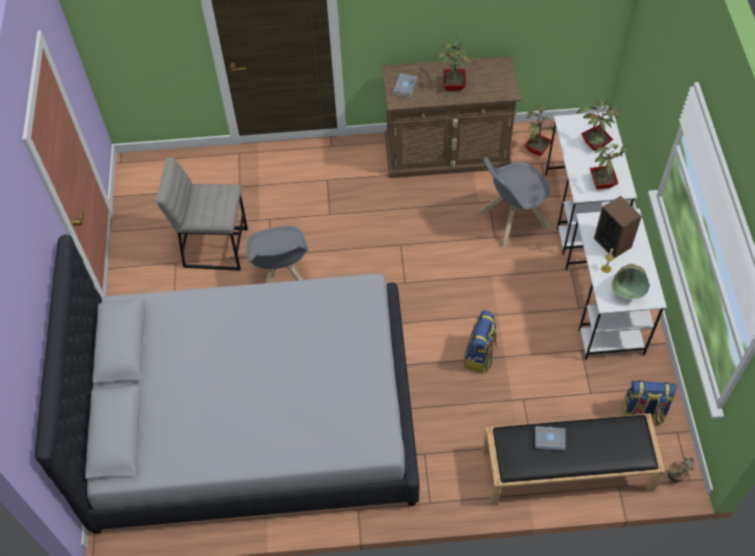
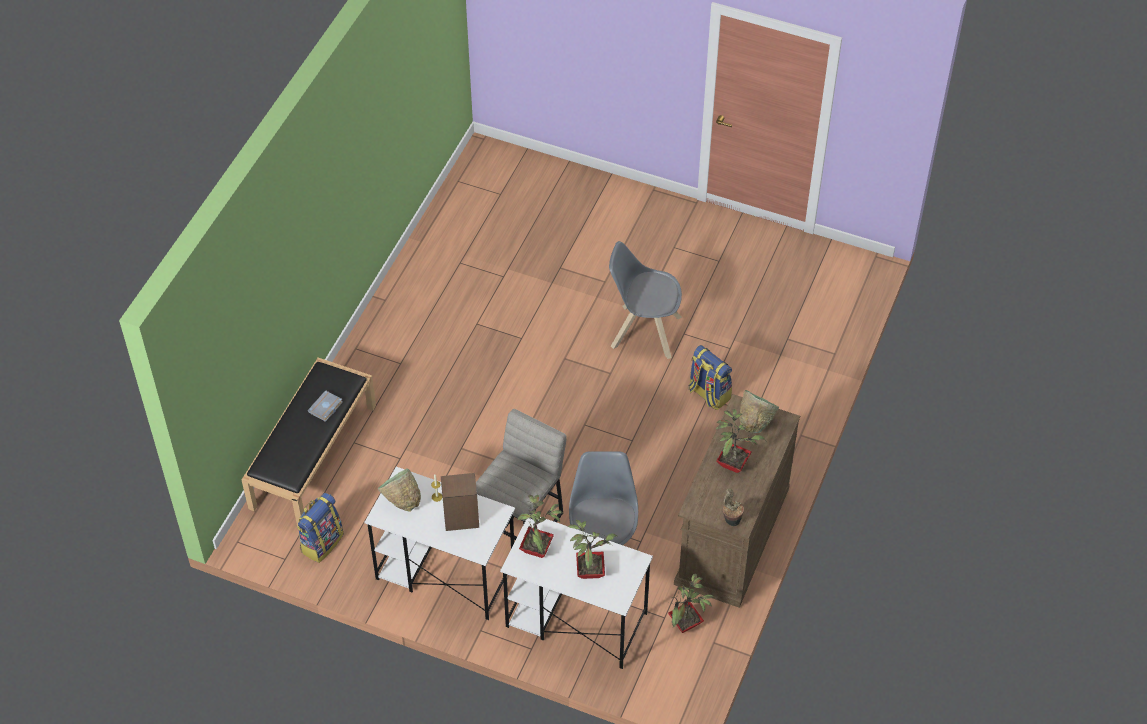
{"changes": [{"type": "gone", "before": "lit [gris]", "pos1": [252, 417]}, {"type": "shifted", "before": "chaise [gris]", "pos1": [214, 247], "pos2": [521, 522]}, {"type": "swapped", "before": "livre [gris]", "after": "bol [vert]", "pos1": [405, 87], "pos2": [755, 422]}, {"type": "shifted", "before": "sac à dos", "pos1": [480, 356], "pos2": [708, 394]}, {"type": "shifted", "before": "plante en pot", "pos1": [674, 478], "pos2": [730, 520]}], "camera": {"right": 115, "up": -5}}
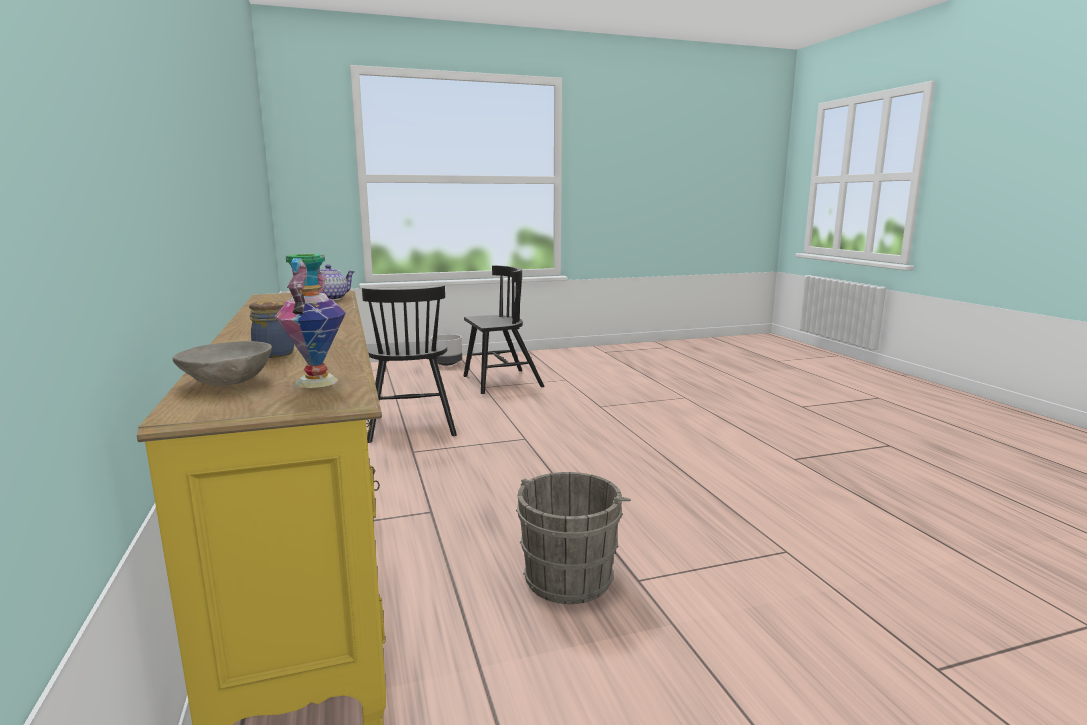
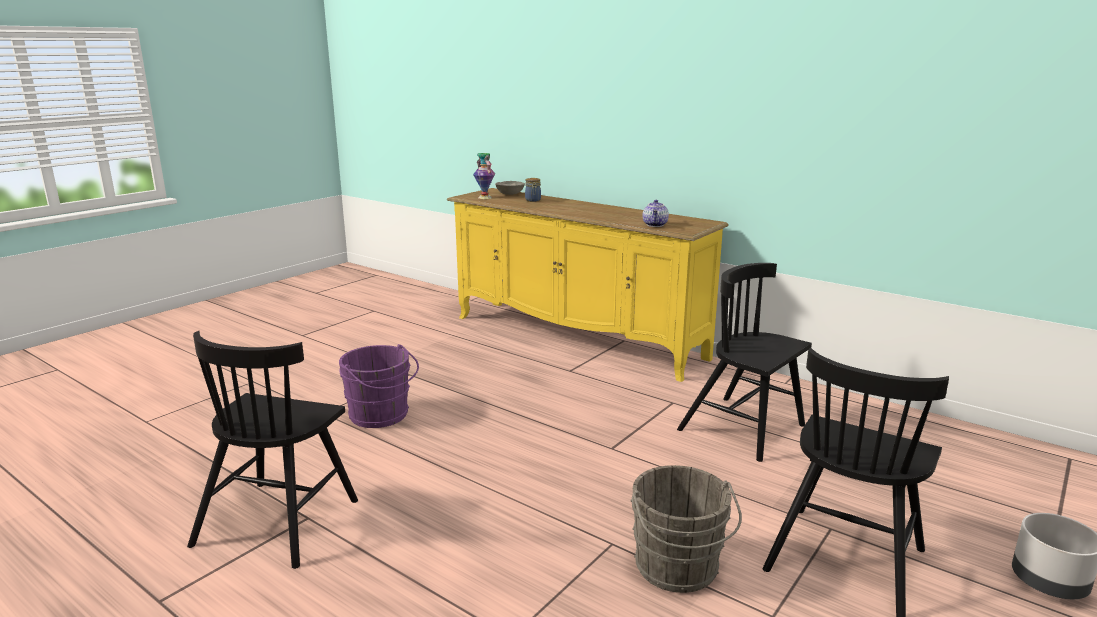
{"changes": [{"type": "shifted", "before": "seau [gris]", "pos1": [571, 575], "pos2": [678, 570]}, {"type": "new", "after": "chaise [noir]", "pos2": [281, 517]}, {"type": "new", "after": "seau [violet]", "pos2": [381, 416]}], "camera": {"right": 145, "up": 5}}
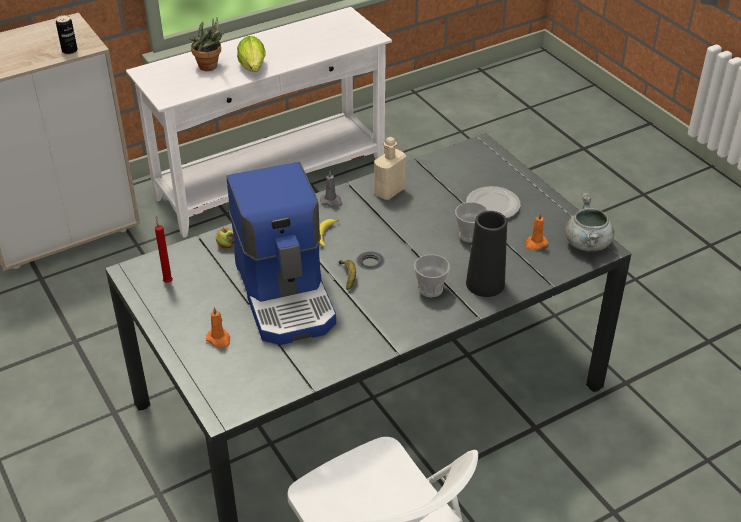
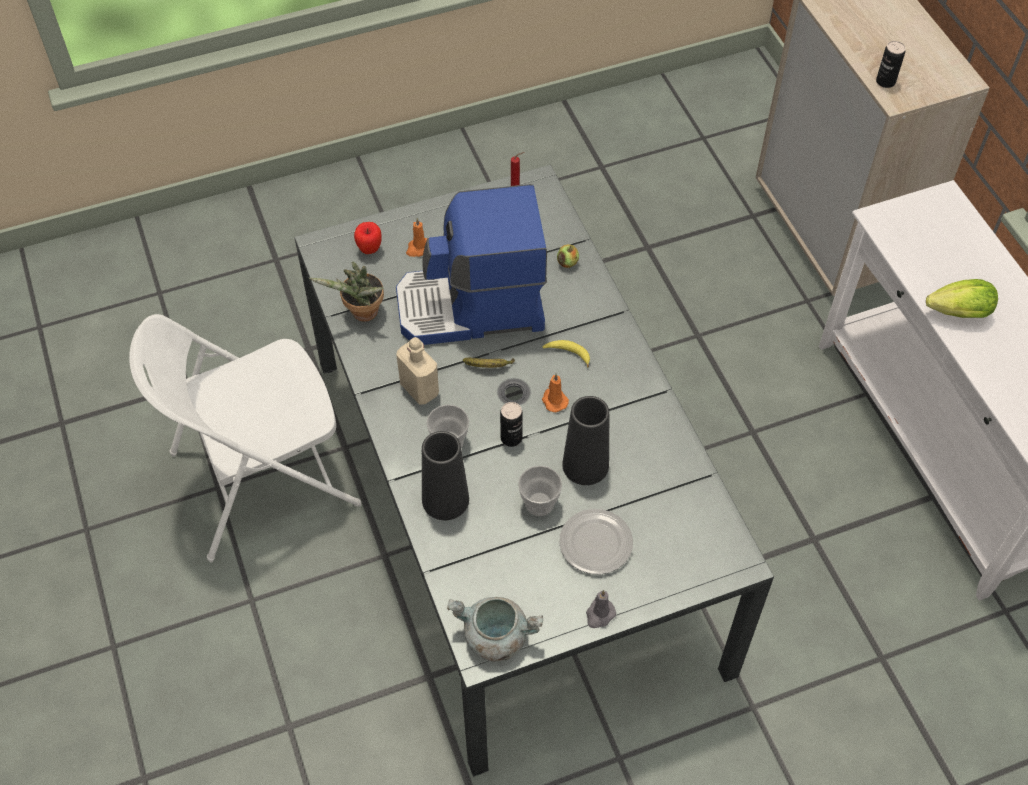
{"changes": [{"type": "shifted", "before": "plante en pot", "pos1": [210, 67], "pos2": [362, 314]}, {"type": "shifted", "before": "bougie [gris]", "pos1": [331, 201], "pos2": [599, 615]}, {"type": "shifted", "before": "bouteille [beige]", "pos1": [389, 191], "pos2": [419, 389]}, {"type": "shifted", "before": "bougie [orange]", "pos1": [535, 244], "pos2": [554, 400]}, {"type": "new", "after": "pomme", "pos2": [369, 250]}, {"type": "new", "after": "boîte métallique", "pos2": [511, 438]}, {"type": "new", "after": "vase [noir]", "pos2": [585, 465]}], "camera": {"right": 100, "up": 15}}
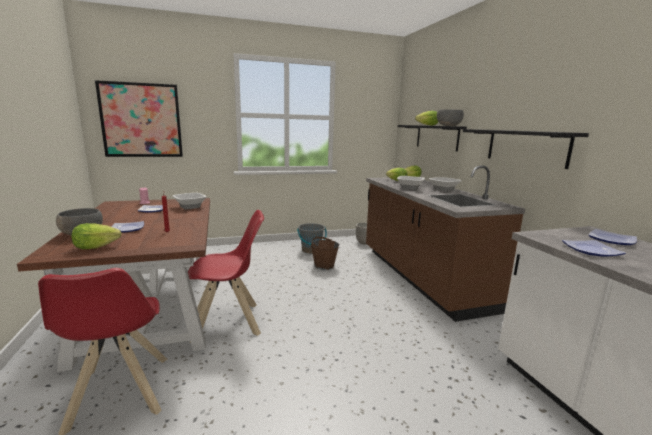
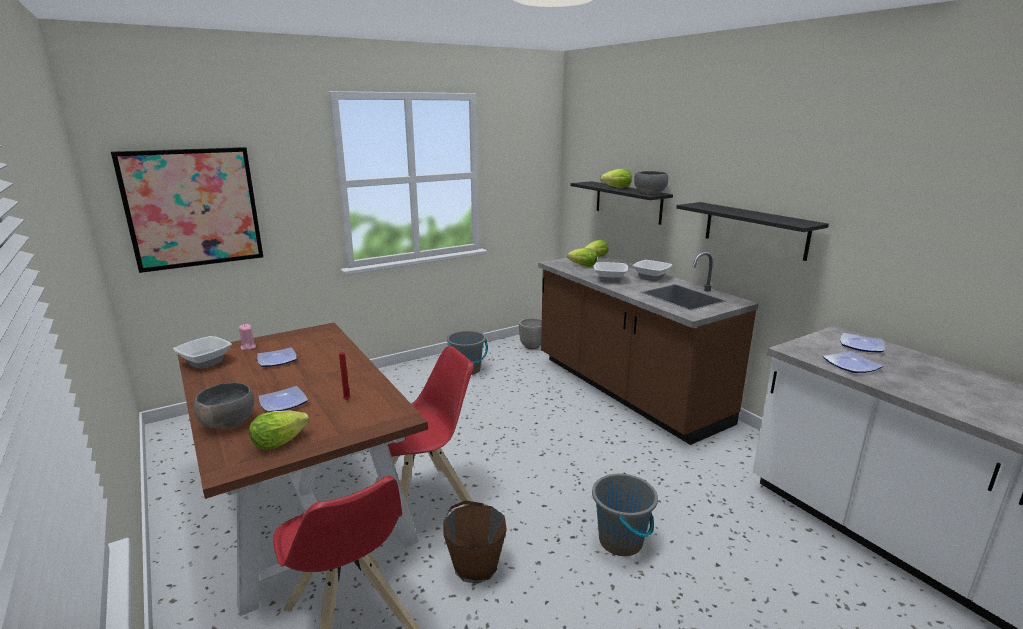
{"changes": [{"type": "shifted", "before": "bol", "pos1": [190, 207], "pos2": [206, 362]}, {"type": "shifted", "before": "seau [marron]", "pos1": [324, 266], "pos2": [475, 566]}, {"type": "new", "after": "seau [gris]", "pos2": [621, 541]}], "camera": {"right": -15, "up": 5}}
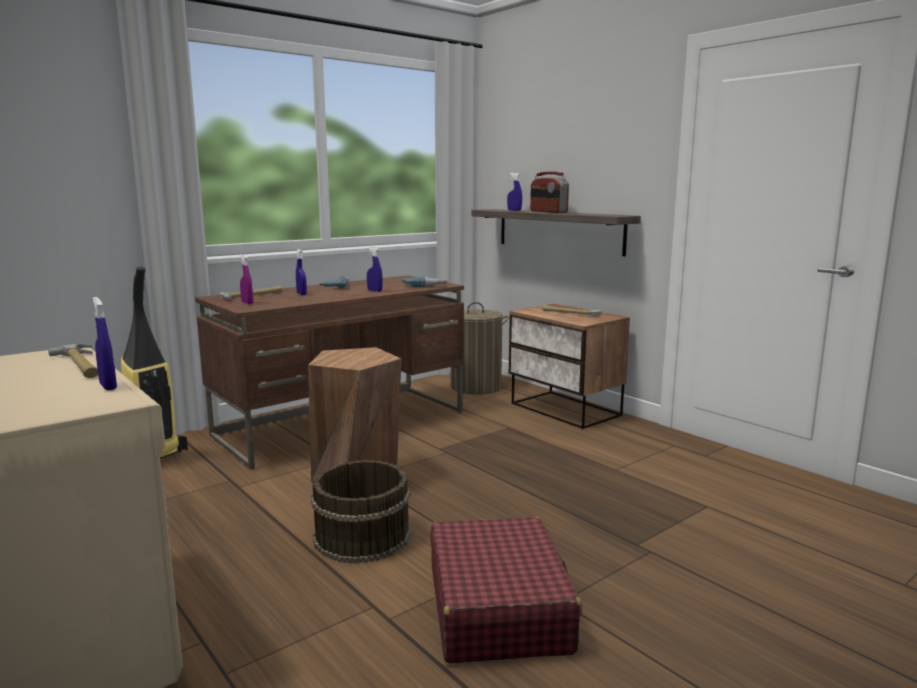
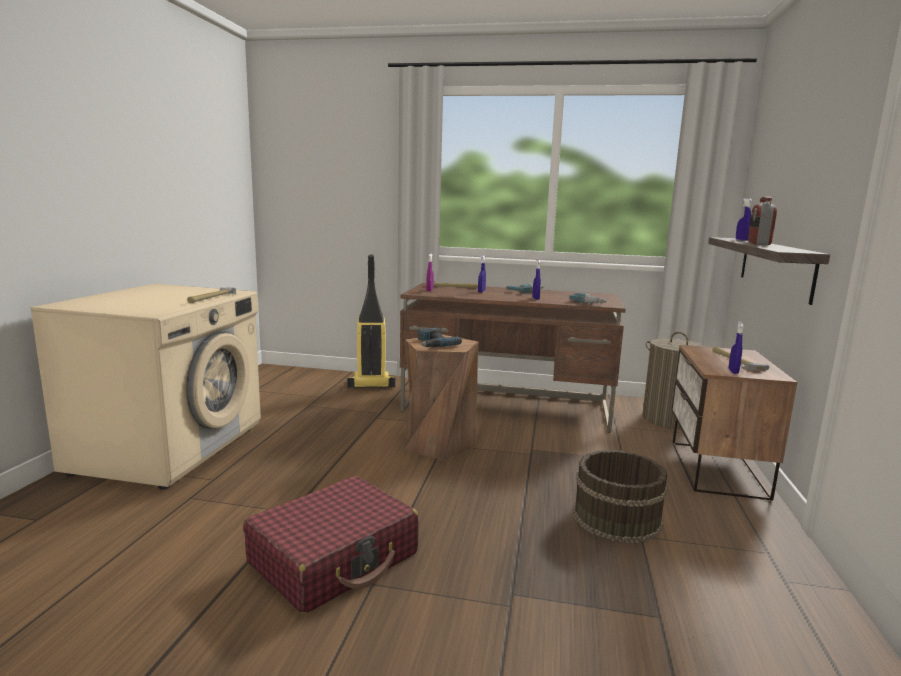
{"changes": [{"type": "shifted", "before": "vaporisateur [bleu]", "pos1": [108, 386], "pos2": [733, 371]}, {"type": "shifted", "before": "seau [marron]", "pos1": [361, 536], "pos2": [616, 517]}, {"type": "new", "after": "perceuse", "pos2": [433, 343]}], "camera": {"right": 50, "up": 0}}
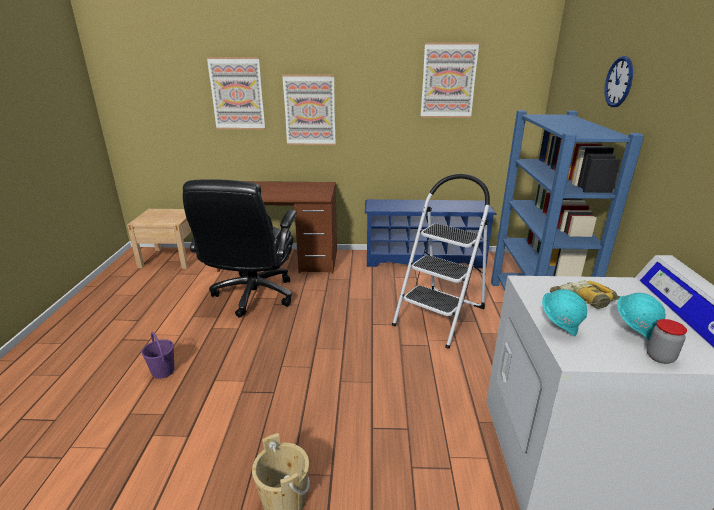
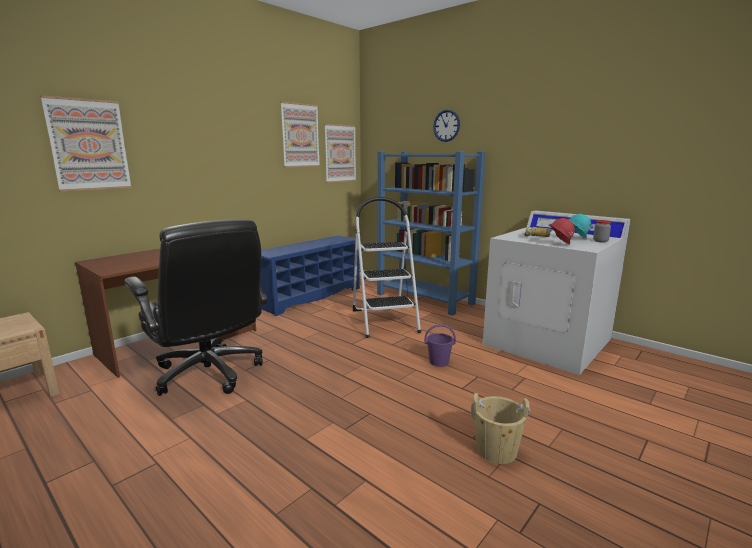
{"changes": [{"type": "shifted", "before": "seau [violet]", "pos1": [163, 371], "pos2": [439, 362]}, {"type": "shifted", "before": "tableau", "pos1": [310, 110], "pos2": [340, 153]}, {"type": "repainted", "before": "casque de chantier [turquoise]", "after": "casque de chantier [rouge]", "pos1": [559, 328], "pos2": [559, 244]}], "camera": {"right": -50, "up": -10}}
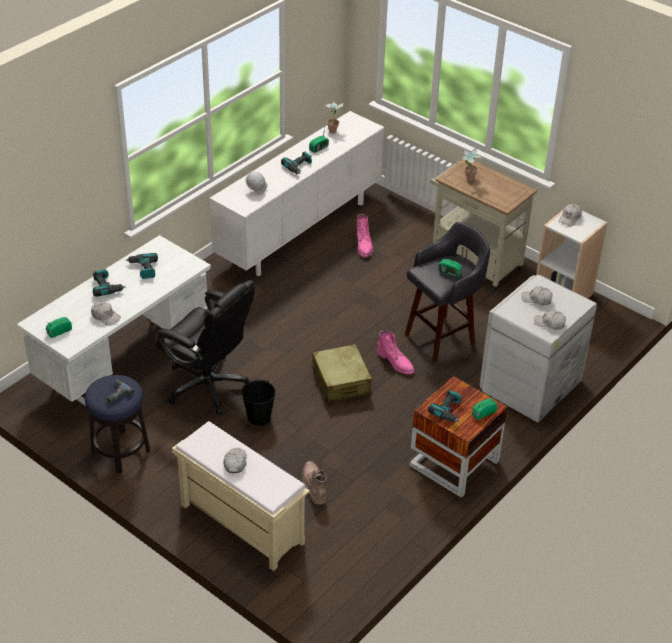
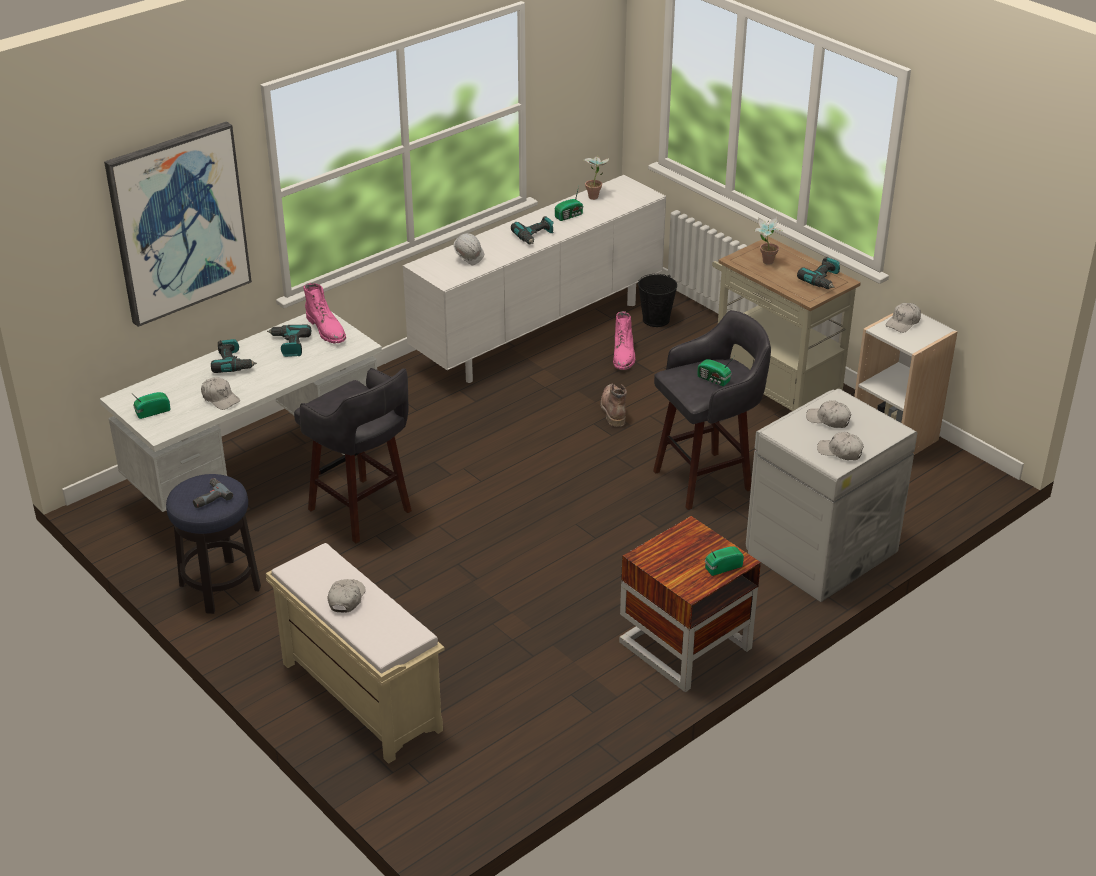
{"changes": [{"type": "swapped", "before": "chaise de bureau [noir]", "after": "tabouret [gris]", "pos1": [208, 385], "pos2": [362, 513]}, {"type": "shifted", "before": "seau [noir]", "pos1": [259, 417], "pos2": [656, 320]}, {"type": "shifted", "before": "botte [marron]", "pos1": [313, 485], "pos2": [613, 409]}, {"type": "gone", "before": "valise [beige]", "pos1": [341, 382]}, {"type": "shifted", "before": "botte [rose]", "pos1": [396, 362], "pos2": [327, 330]}, {"type": "shifted", "before": "perceuse", "pos1": [449, 411], "pos2": [823, 280]}, {"type": "new", "after": "tableau", "pos2": [178, 223]}], "camera": {"right": 10, "up": -5}}
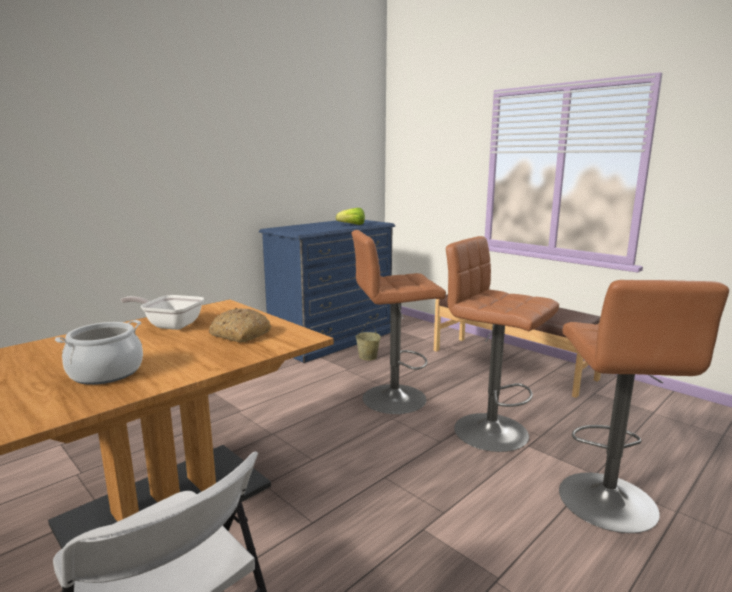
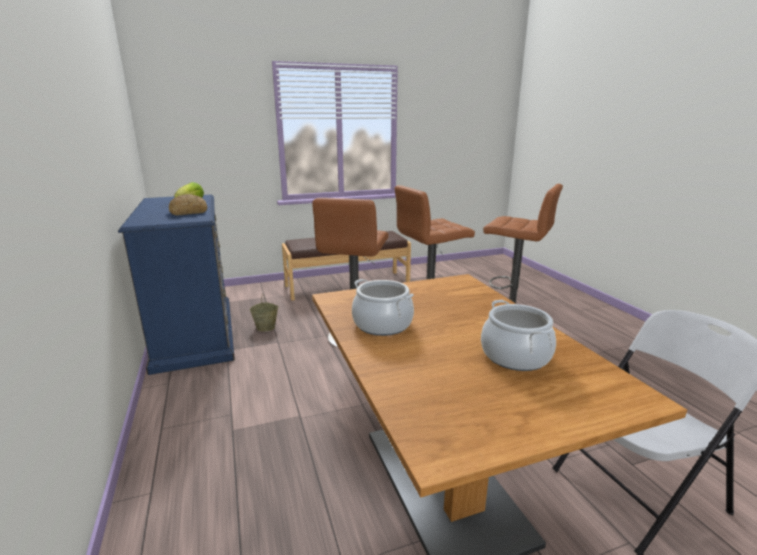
{"changes": [{"type": "swapped", "before": "poêle", "after": "marmite", "pos1": [170, 325], "pos2": [382, 324]}, {"type": "shifted", "before": "pain", "pos1": [239, 334], "pos2": [188, 212]}], "camera": {"right": -65, "up": 5}}
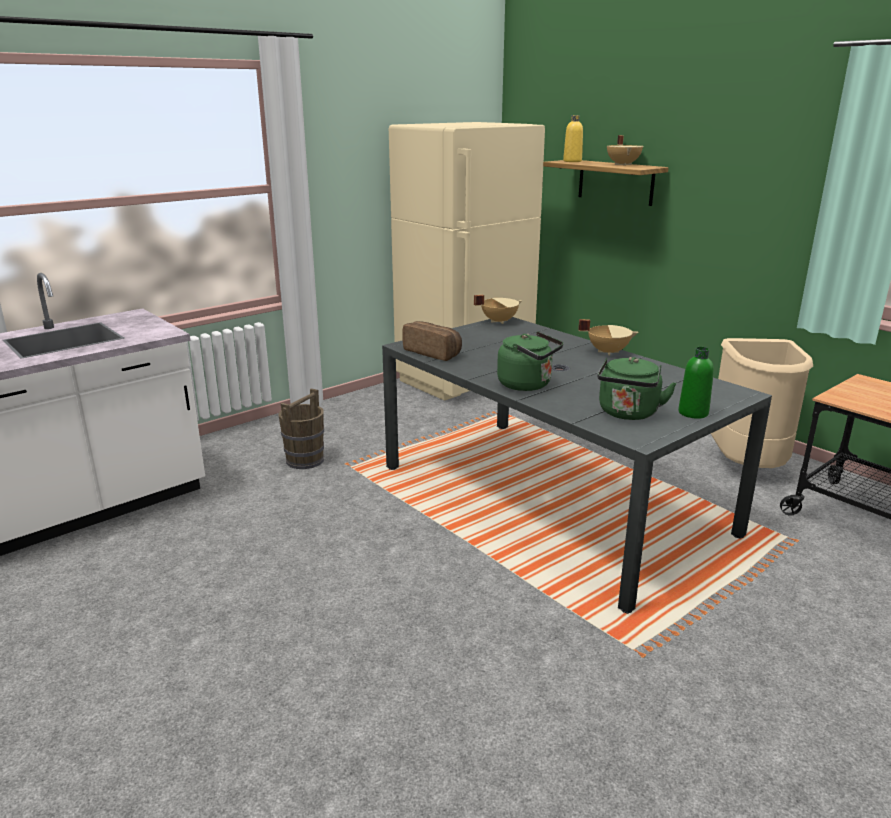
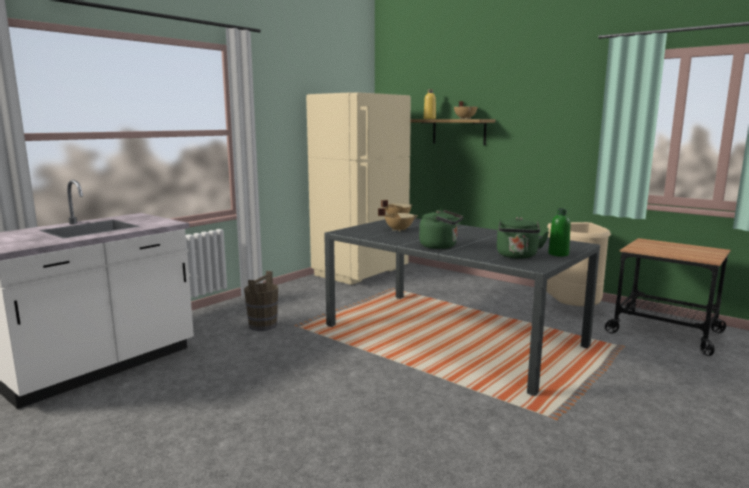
{"changes": [{"type": "gone", "before": "pain", "pos1": [433, 352]}, {"type": "shifted", "before": "marmite [beige]", "pos1": [607, 352], "pos2": [398, 230]}], "camera": {"right": -10, "up": -10}}
